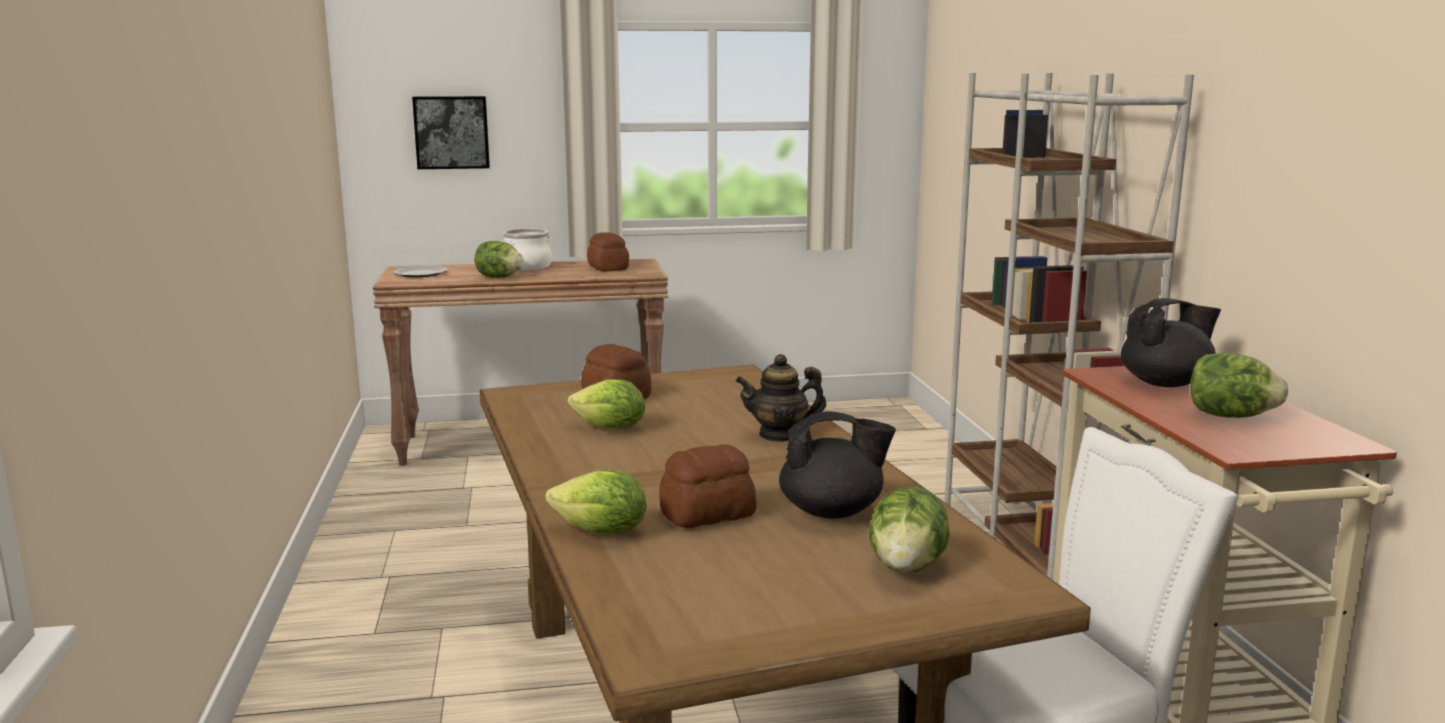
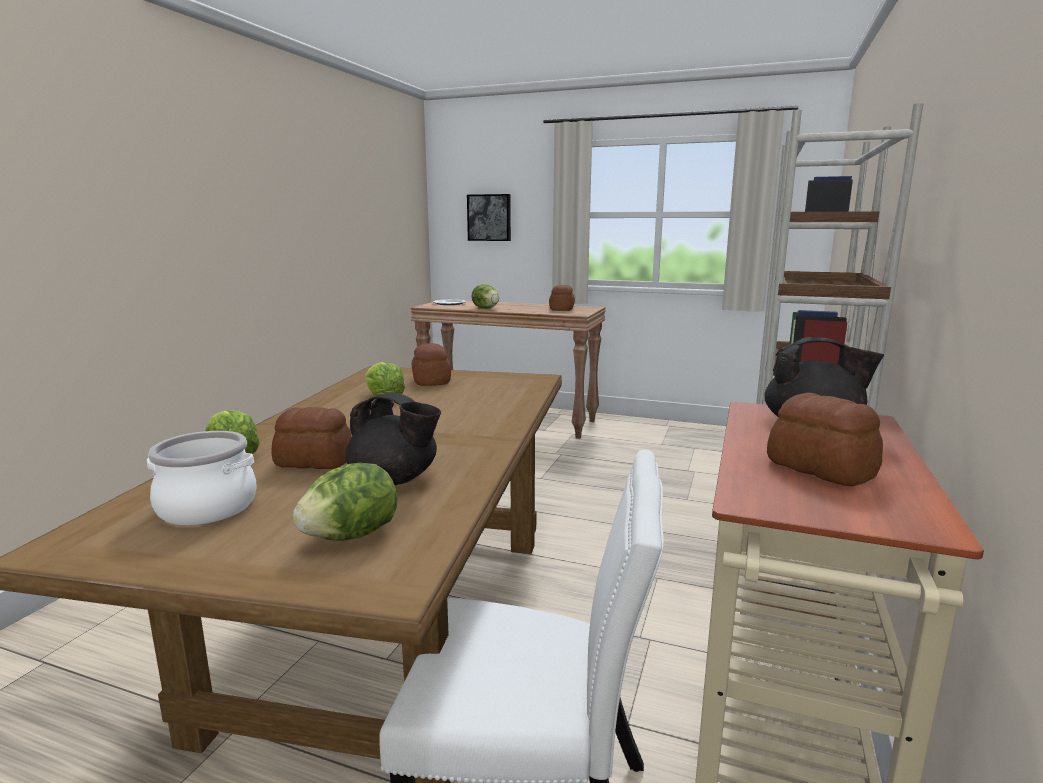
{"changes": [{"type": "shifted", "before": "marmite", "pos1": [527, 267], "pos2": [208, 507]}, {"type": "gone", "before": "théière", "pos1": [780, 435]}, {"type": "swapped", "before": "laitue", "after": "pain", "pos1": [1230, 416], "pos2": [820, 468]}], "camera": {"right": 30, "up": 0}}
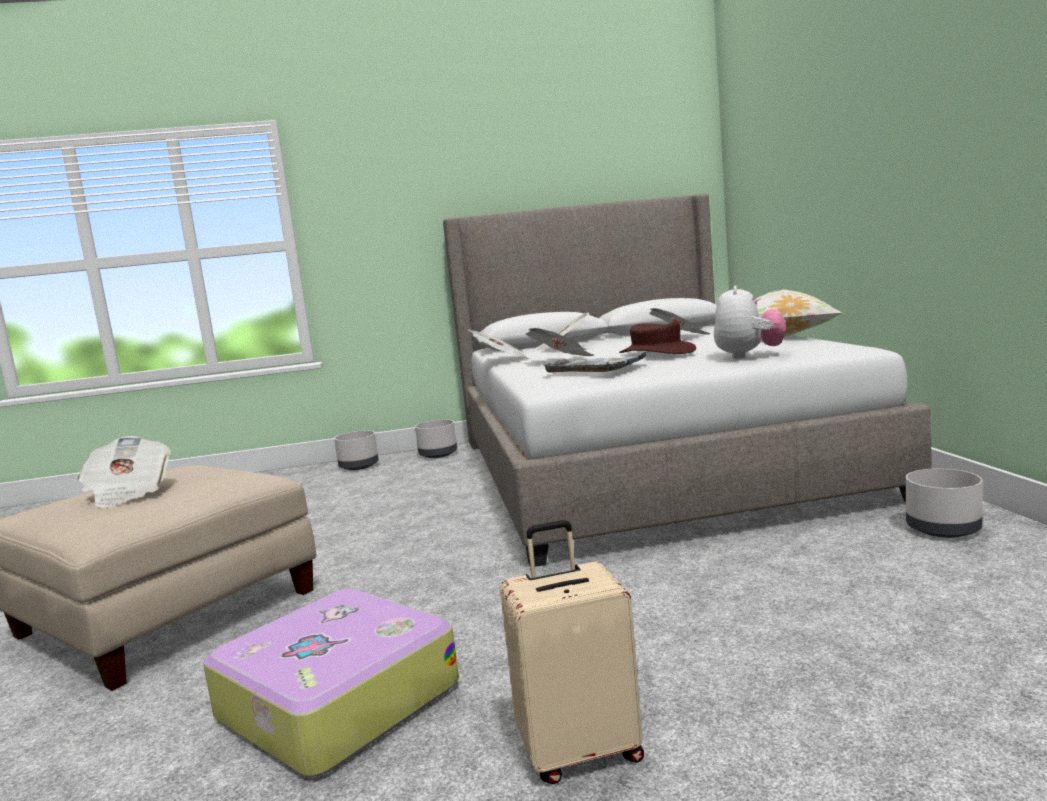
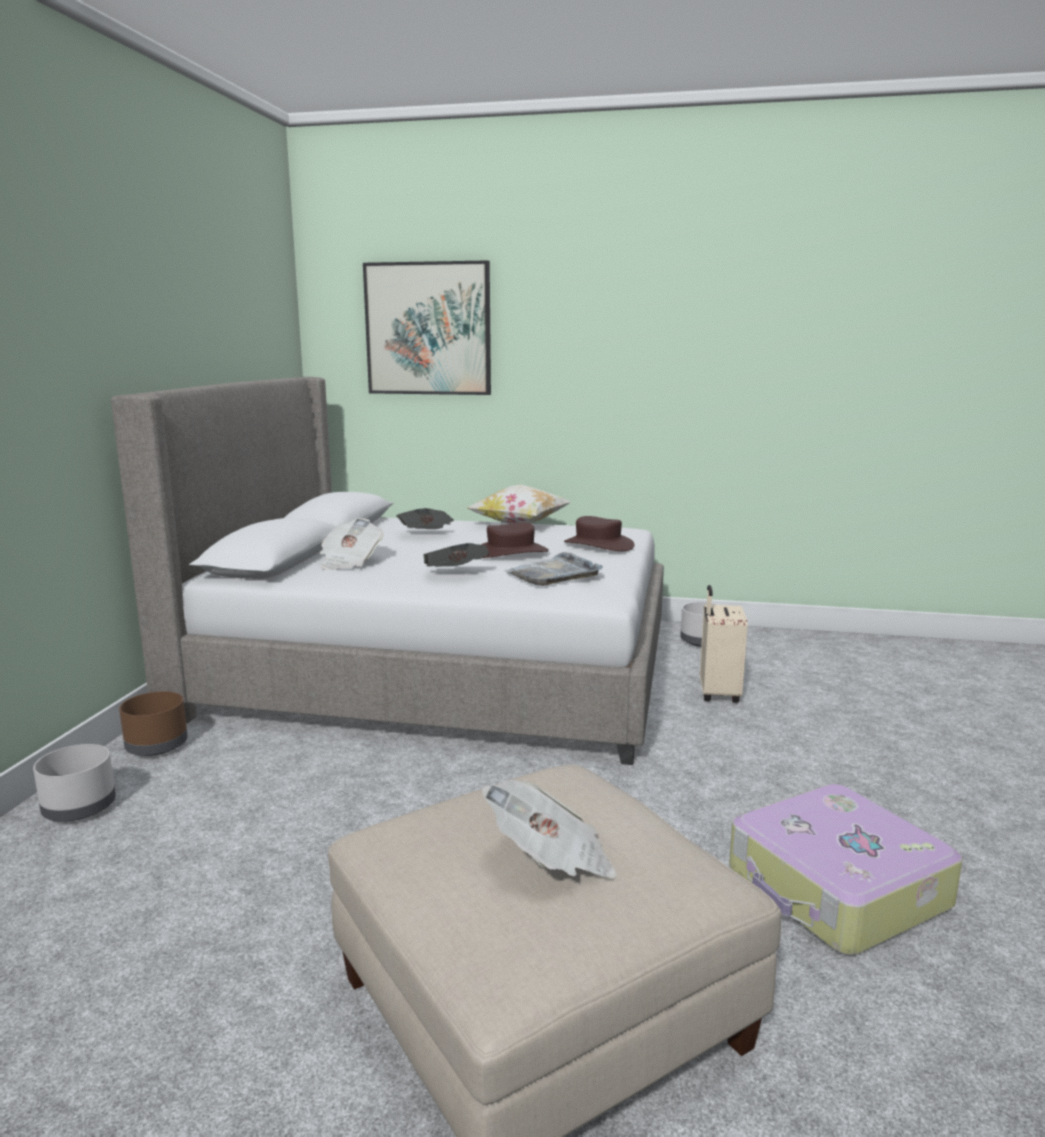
{"changes": [{"type": "repainted", "before": "cache-pot [gris]", "after": "cache-pot [marron]", "pos1": [438, 454], "pos2": [157, 746]}, {"type": "gone", "before": "journal", "pos1": [501, 360]}, {"type": "shifted", "before": "valise [beige]", "pos1": [580, 751], "pos2": [717, 694]}, {"type": "swapped", "before": "peluche", "after": "chapeau [marron]", "pos1": [749, 356], "pos2": [598, 545]}, {"type": "new", "after": "tableau", "pos2": [428, 329]}], "camera": {"right": -70, "up": 5}}
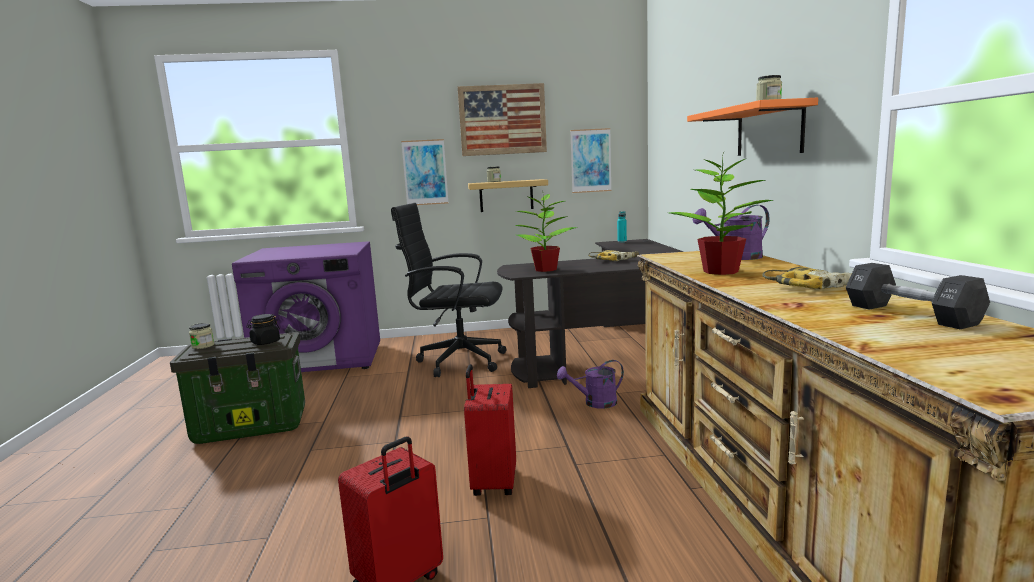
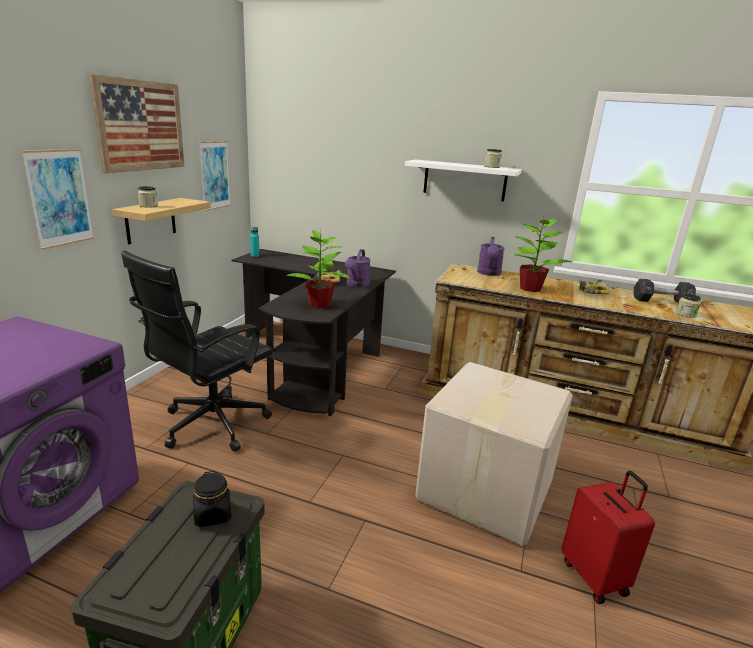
{"changes": [{"type": "shifted", "before": "bocal", "pos1": [203, 346], "pos2": [685, 314]}, {"type": "swapped", "before": "valise [rouge]", "after": "carton", "pos1": [493, 483], "pos2": [483, 490]}, {"type": "shifted", "before": "arrosoir [violet]", "pos1": [595, 403], "pos2": [357, 285]}, {"type": "repainted", "before": "étagère [orange]", "after": "étagère [blanc]", "pos1": [769, 130], "pos2": [464, 180]}], "camera": {"right": -65, "up": 10}}
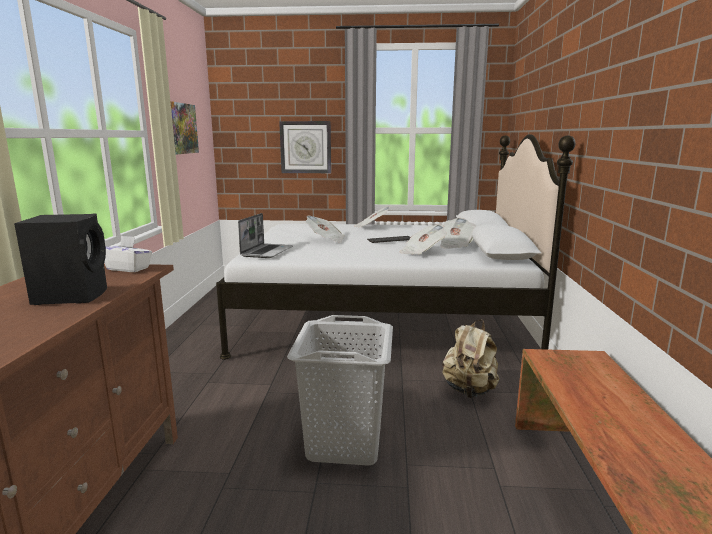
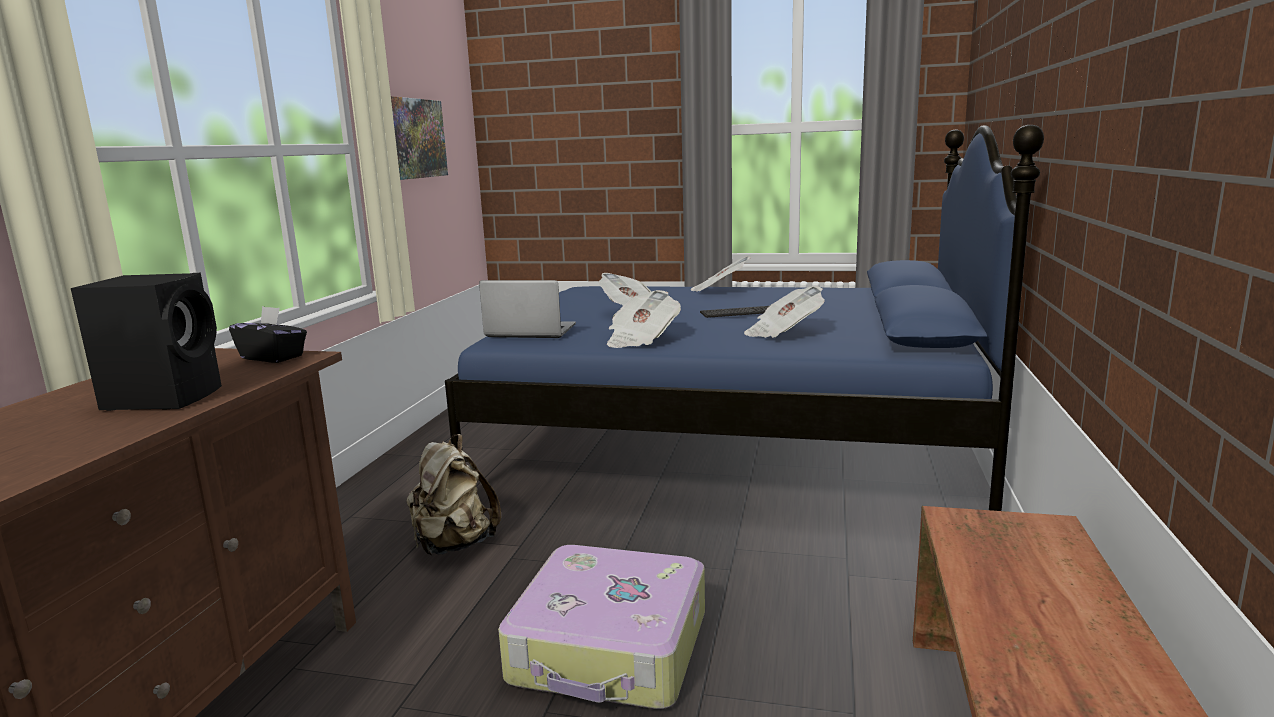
{"changes": [{"type": "repainted", "before": "boîte à mouchoirs [blanc]", "after": "boîte à mouchoirs [noir]", "pos1": [128, 268], "pos2": [273, 357]}, {"type": "repainted", "before": "lit [blanc]", "after": "lit [bleu]", "pos1": [382, 320], "pos2": [729, 447]}, {"type": "rotated", "before": "ordinateur portable", "pos1": [267, 252], "pos2": [529, 332], "turn": -105}, {"type": "gone", "before": "horloge murale", "pos1": [305, 147]}, {"type": "swapped", "before": "panier à linge [gris]", "after": "valise", "pos1": [345, 442], "pos2": [610, 648]}, {"type": "shifted", "before": "journal", "pos1": [455, 244], "pos2": [641, 340]}, {"type": "shifted", "before": "sac à dos [beige]", "pos1": [469, 391], "pos2": [453, 545]}], "camera": {"right": 10, "up": 0}}
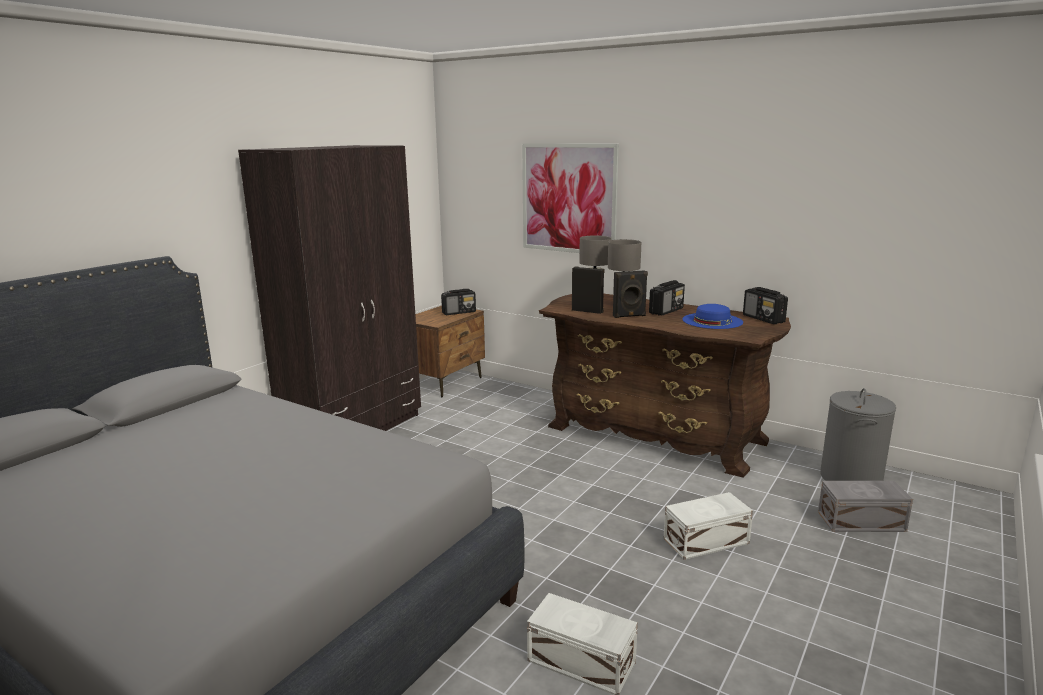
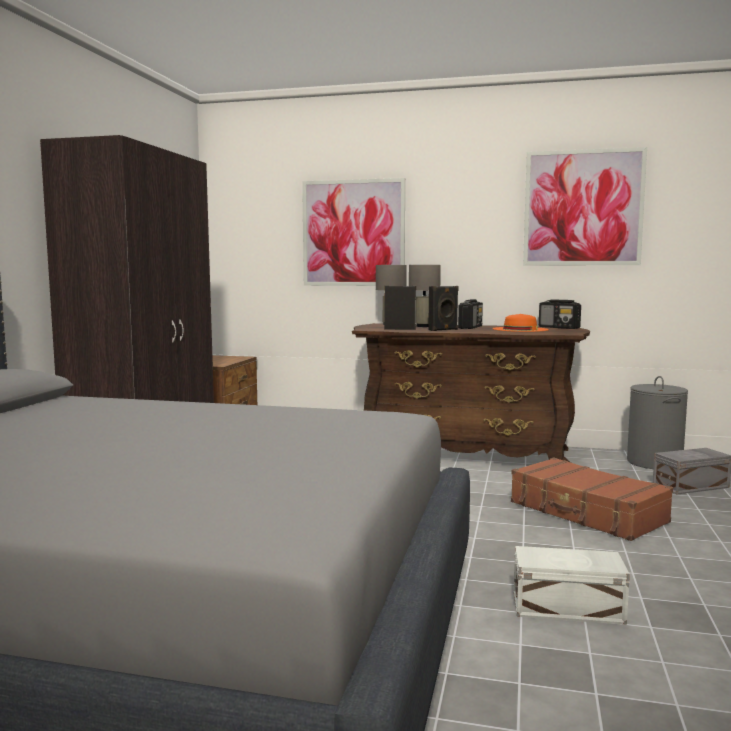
{"changes": [{"type": "gone", "before": "radio", "pos1": [459, 312]}, {"type": "swapped", "before": "boîte de rangement [blanc]", "after": "valise [marron]", "pos1": [707, 541], "pos2": [587, 513]}, {"type": "repainted", "before": "chapeau [bleu]", "after": "chapeau [orange]", "pos1": [712, 321], "pos2": [520, 329]}, {"type": "new", "after": "tableau", "pos2": [583, 208]}], "camera": {"right": -20, "up": -10}}
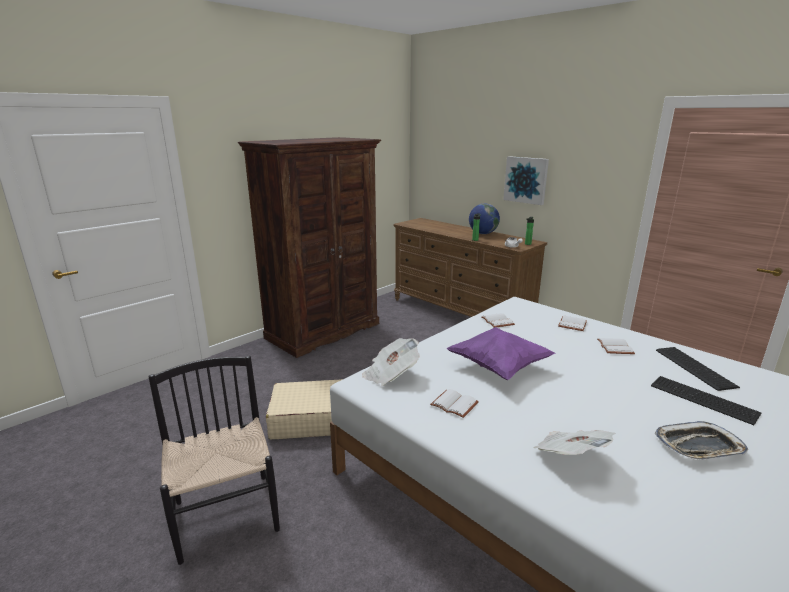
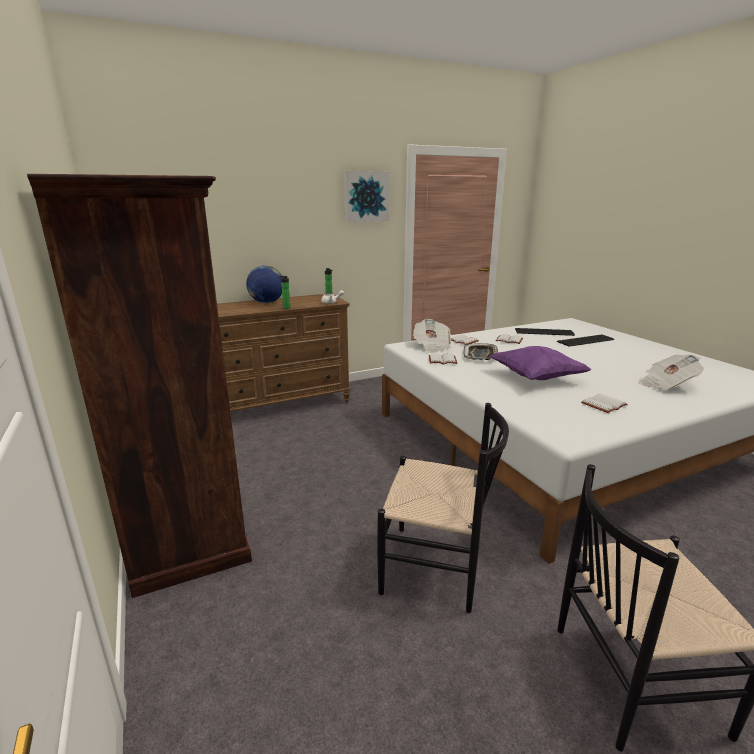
{"changes": [{"type": "swapped", "before": "valise [beige]", "after": "chaise [noir]", "pos1": [310, 419], "pos2": [437, 568]}, {"type": "shifted", "before": "journal", "pos1": [390, 374], "pos2": [431, 346]}, {"type": "shifted", "before": "tableau", "pos1": [526, 180], "pos2": [366, 196]}, {"type": "shifted", "before": "plateau", "pos1": [699, 446], "pos2": [481, 355]}], "camera": {"right": -70, "up": 0}}
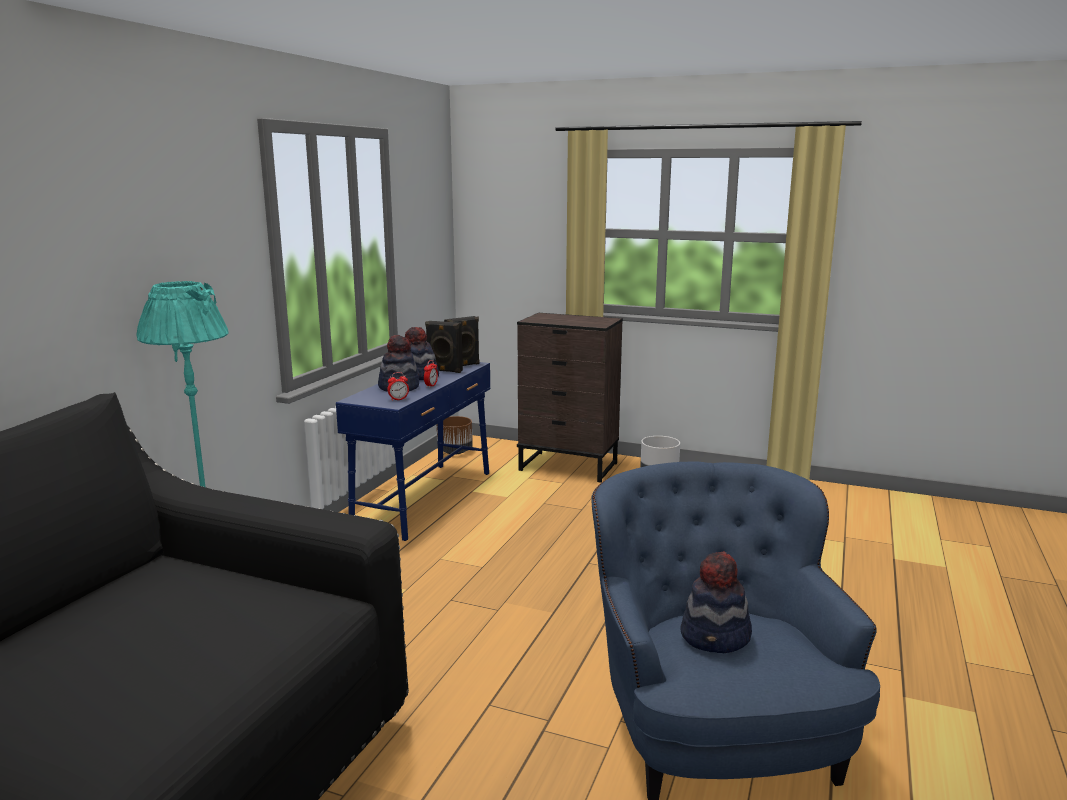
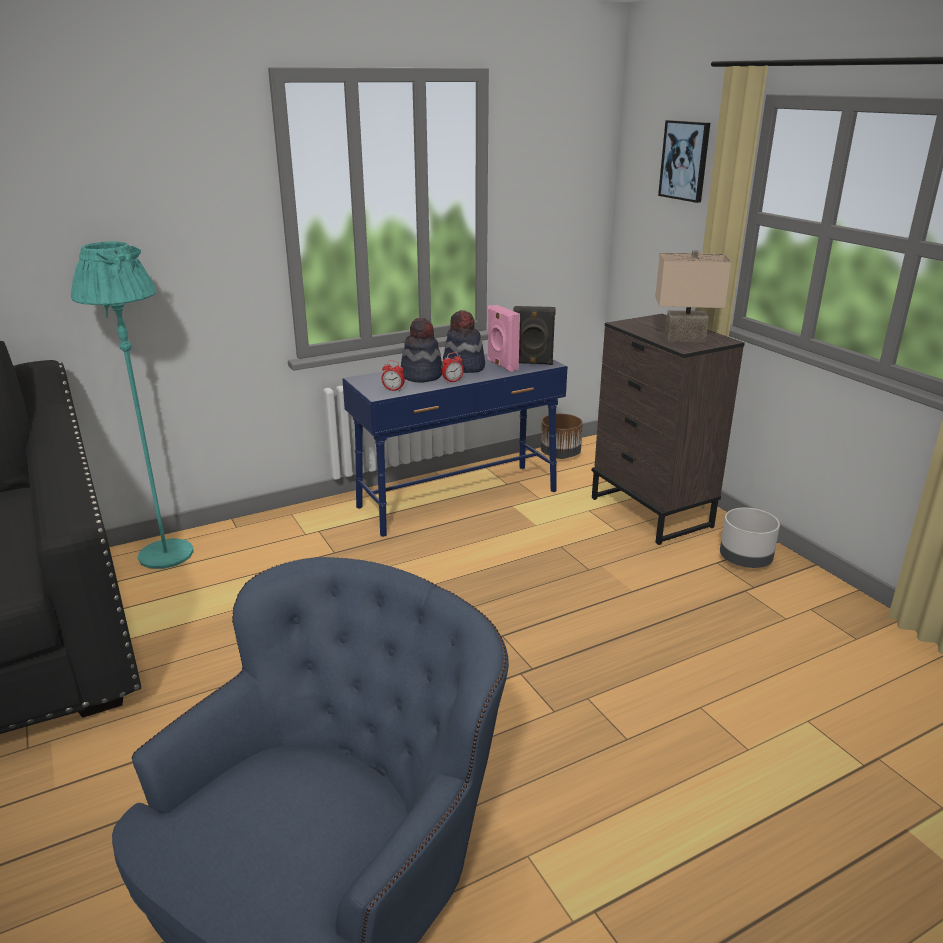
{"changes": [{"type": "repainted", "before": "enceinte [noir]", "after": "enceinte [rose]", "pos1": [444, 371], "pos2": [501, 365]}, {"type": "gone", "before": "chapeau", "pos1": [716, 637]}, {"type": "new", "after": "lampe de table [beige]", "pos2": [684, 339]}, {"type": "new", "after": "tableau", "pos2": [685, 160]}], "camera": {"right": 40, "up": 10}}
